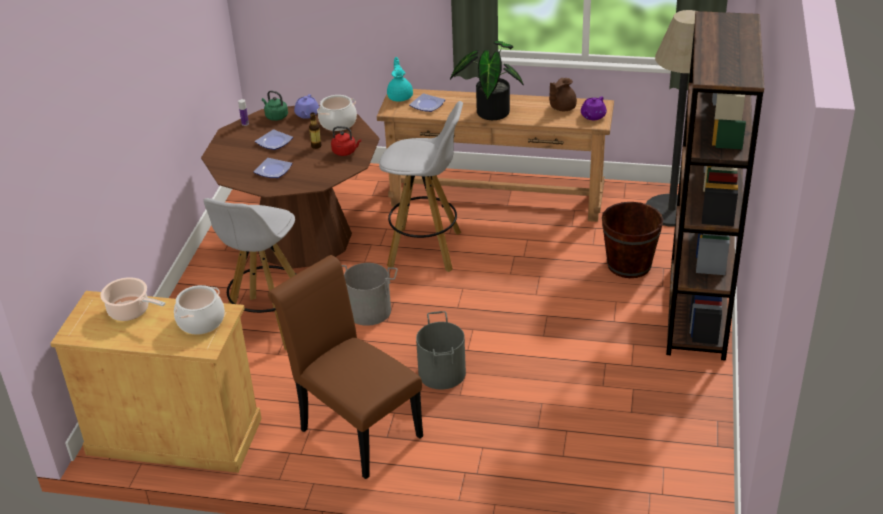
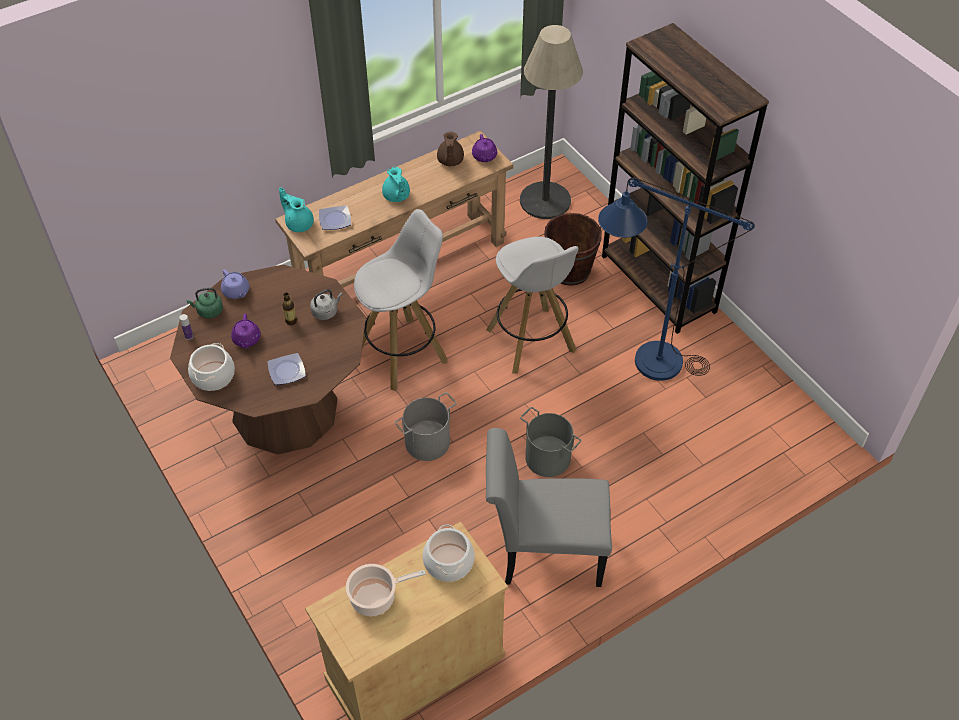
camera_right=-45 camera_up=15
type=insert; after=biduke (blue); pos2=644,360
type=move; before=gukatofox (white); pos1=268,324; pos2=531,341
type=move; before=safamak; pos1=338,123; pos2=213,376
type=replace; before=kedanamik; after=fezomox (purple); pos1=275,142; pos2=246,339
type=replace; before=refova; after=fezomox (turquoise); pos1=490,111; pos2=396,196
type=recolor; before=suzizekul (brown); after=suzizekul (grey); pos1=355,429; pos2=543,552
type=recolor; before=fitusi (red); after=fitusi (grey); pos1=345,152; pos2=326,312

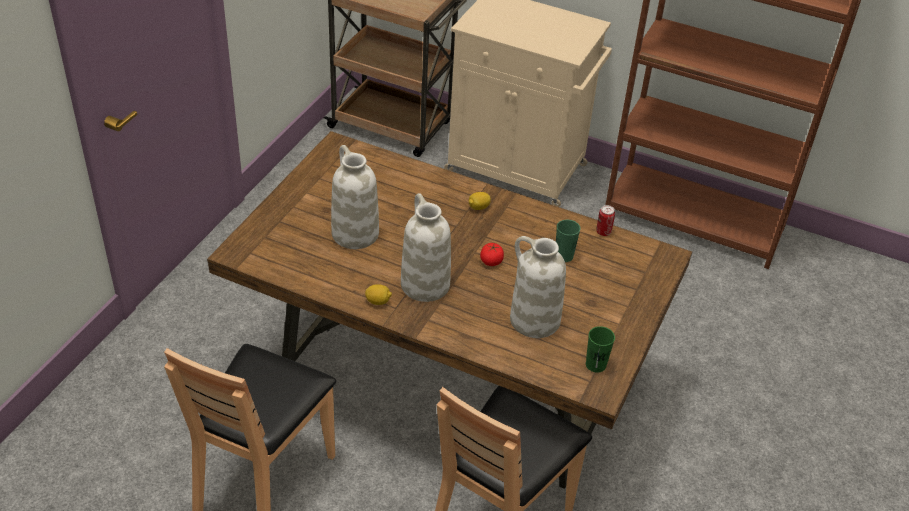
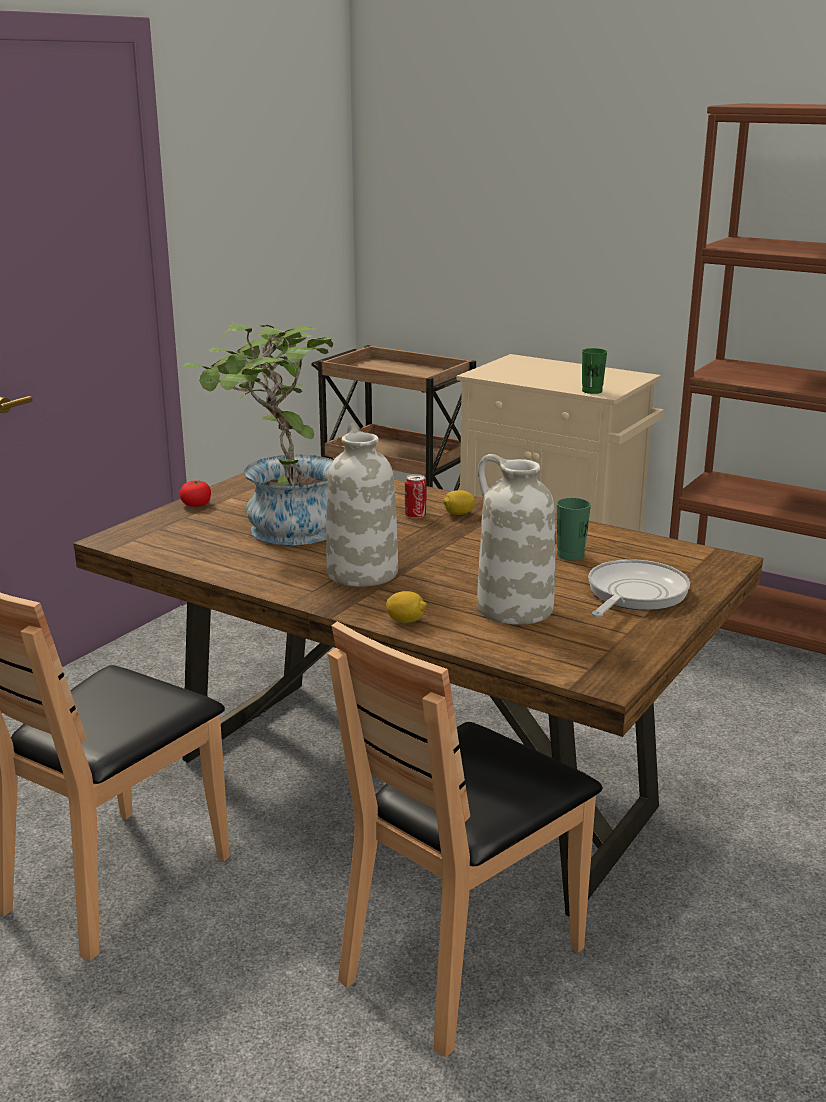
camera_right=10 camera_up=-20
type=insert; after=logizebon; pos2=634,594
type=move; before=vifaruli; pos1=378,301; pos2=406,621
type=move; before=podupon; pos1=491,261; pos2=196,504
type=move; before=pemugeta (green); pos1=595,365; pos2=592,391
type=move; before=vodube; pos1=603,232; pos2=415,515
type=replace; before=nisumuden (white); after=refova; pos1=354,233; pos2=280,529

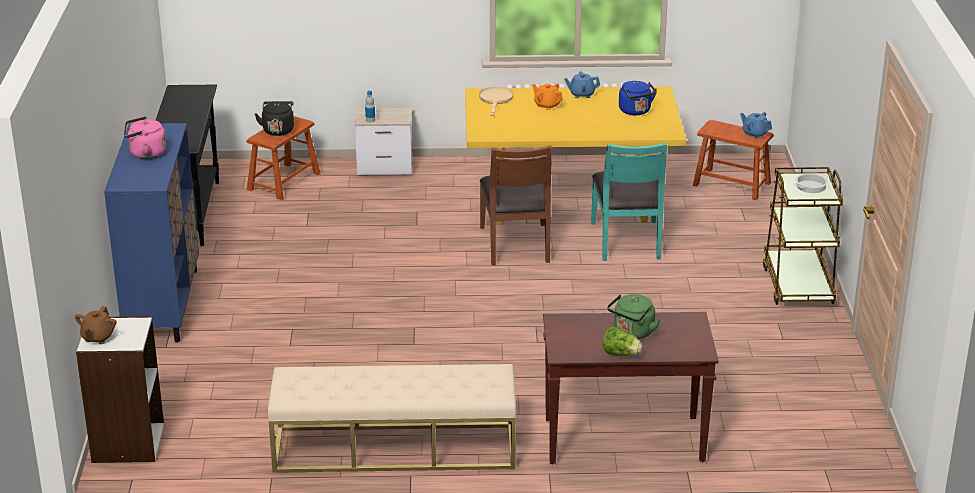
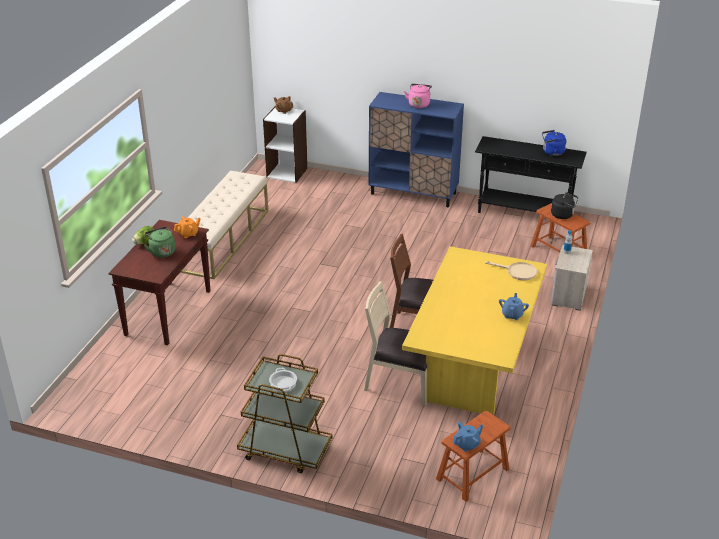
camera_right=110 camera_up=5
type=move; before=fezomox (orange); pos1=547,105; pos2=188,234
type=move; before=fitusi (blue); pos1=636,111; pos2=552,152
type=recolor; before=suzizekul (turquoise); after=suzizekul (beige); pos1=627,240; pos2=400,382

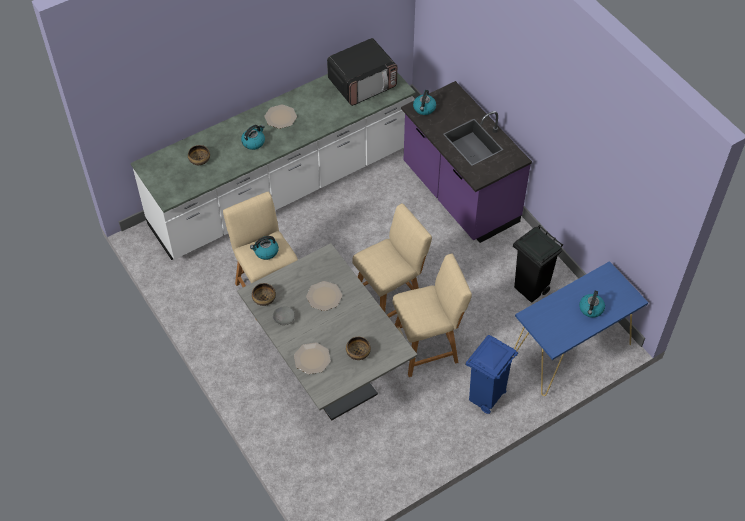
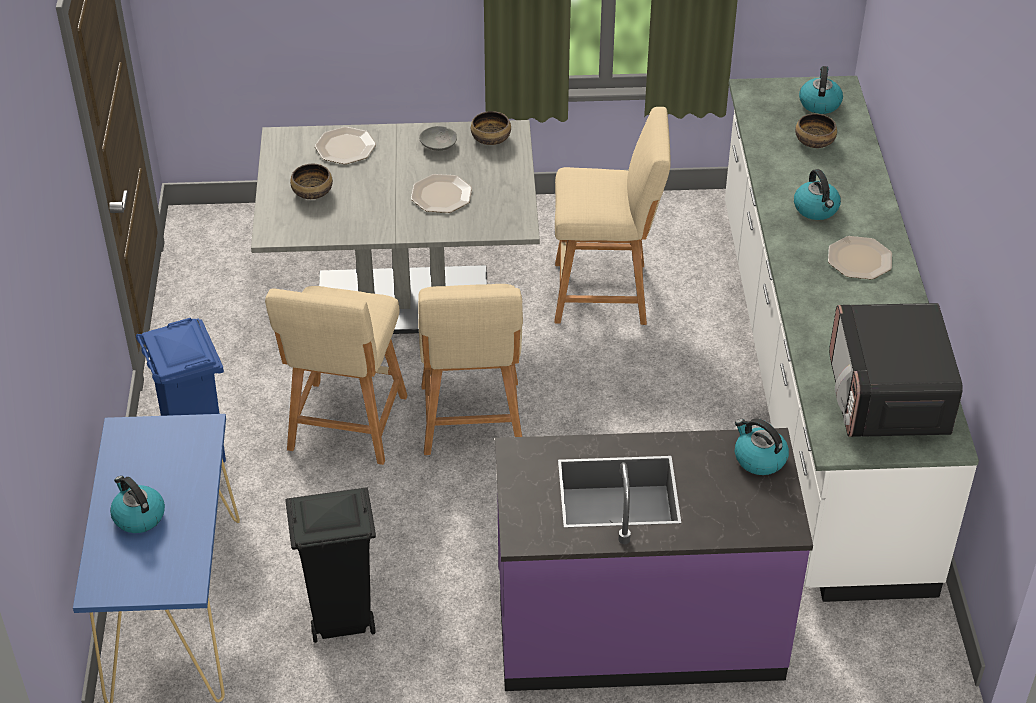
camera_right=120 camera_up=-10
type=move; before=fitusi; pos1=266,252; pos2=819,103

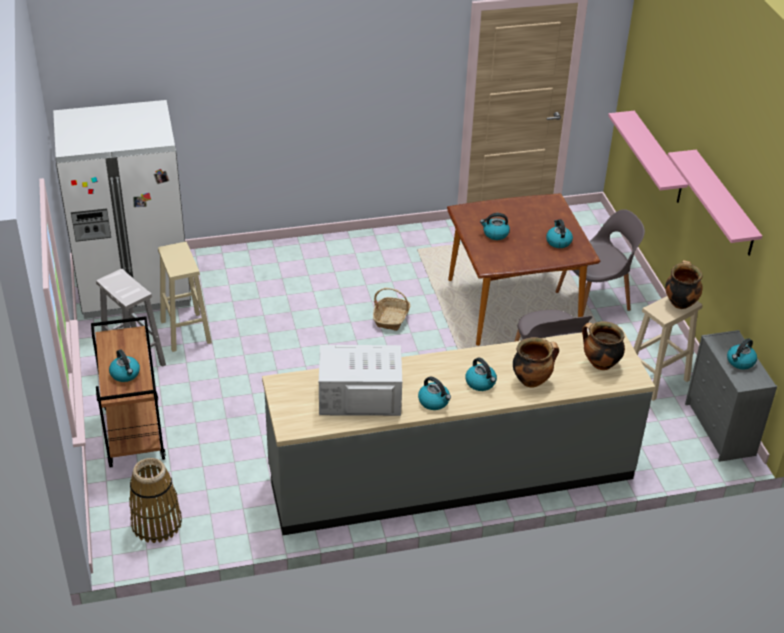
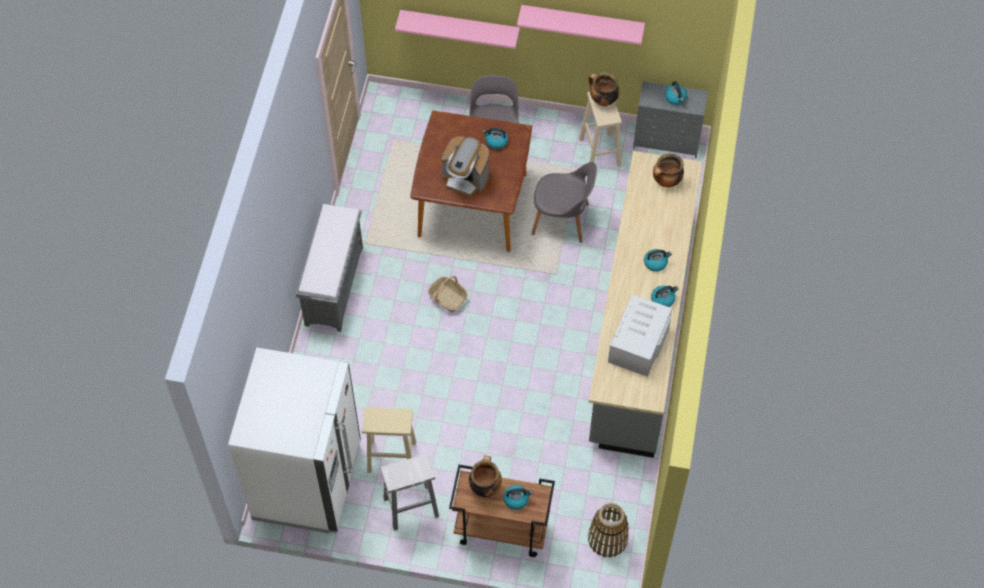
camera_right=-65 camera_up=20
type=insert; after=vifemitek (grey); pos2=334,285
type=move; before=safamak; pos1=532,380; pos2=485,486
type=replace; before=fitusi; after=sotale; pos1=495,234; pos2=465,179

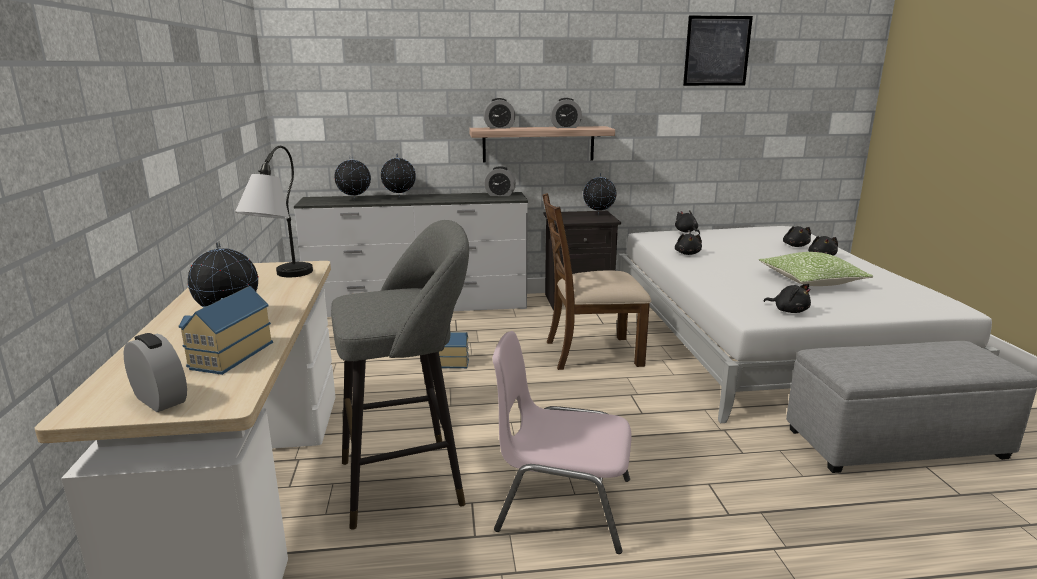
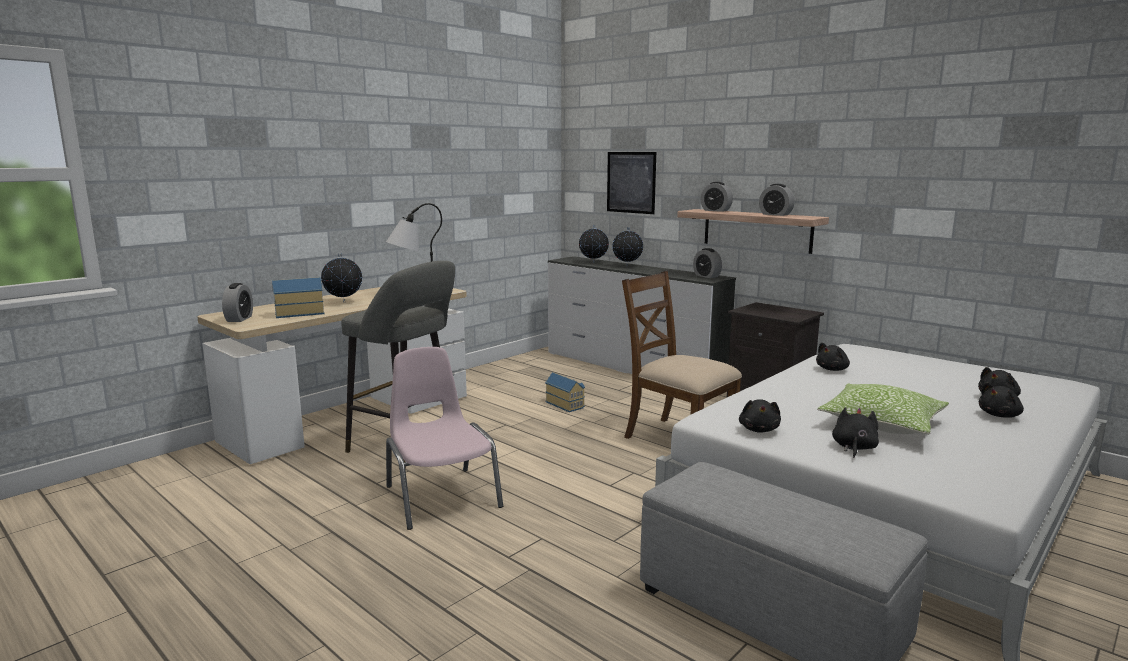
camera_right=50 camera_up=-5
type=delete; before=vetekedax; pos1=598,215
type=move; before=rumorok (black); pos1=686,232; pos2=853,448
type=move; before=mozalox; pos1=717,51; pos2=631,182

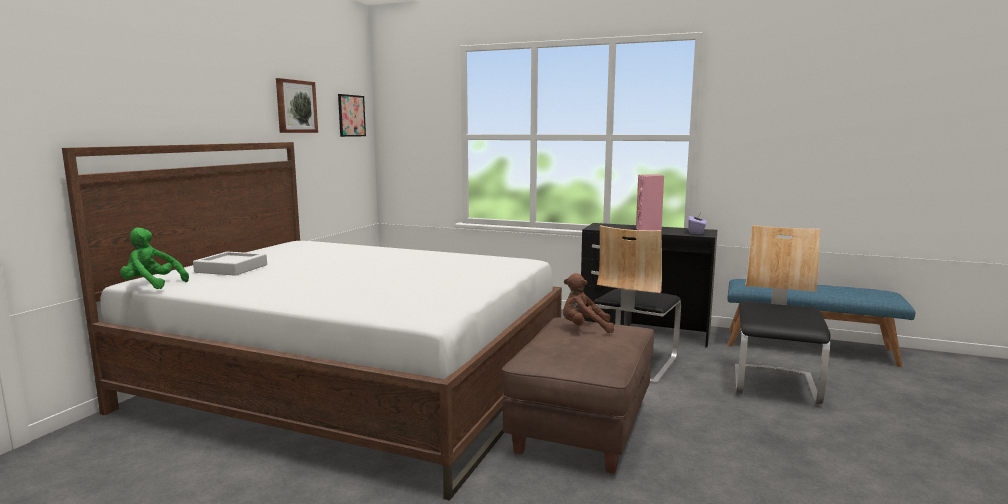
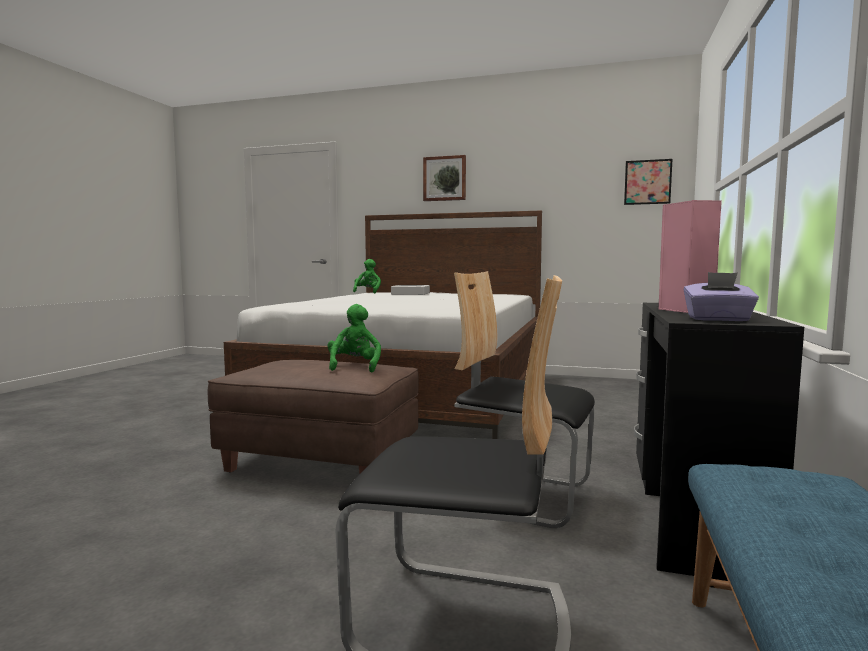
camera_right=85 camera_up=-5
type=move; before=mozalox; pos1=295,106; pos2=444,178
type=recolor; before=rumorok (brown); after=rumorok (green); pos1=584,328; pos2=354,367

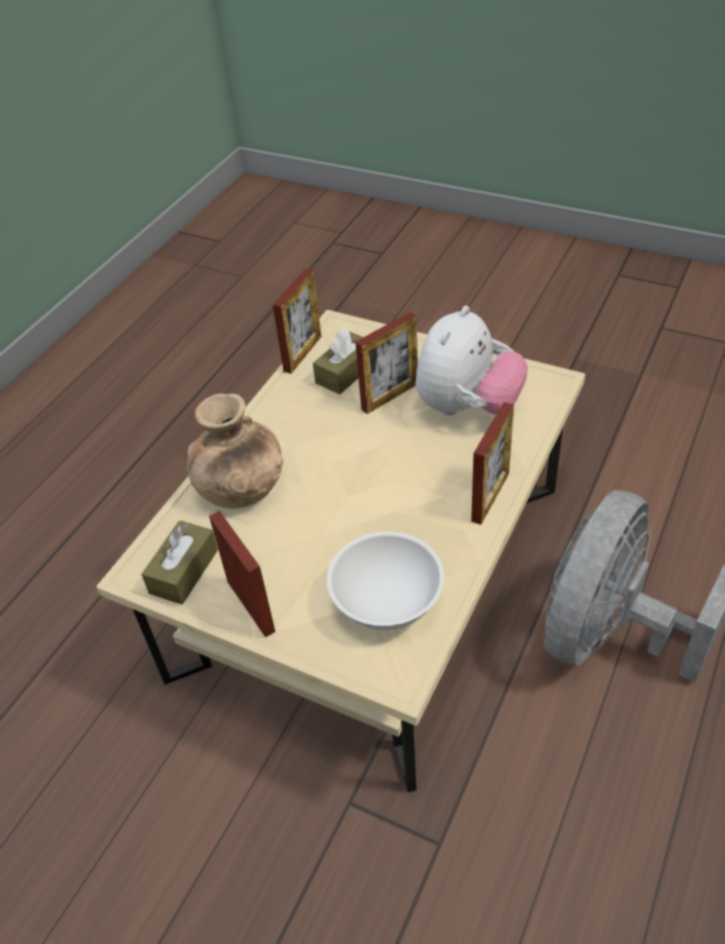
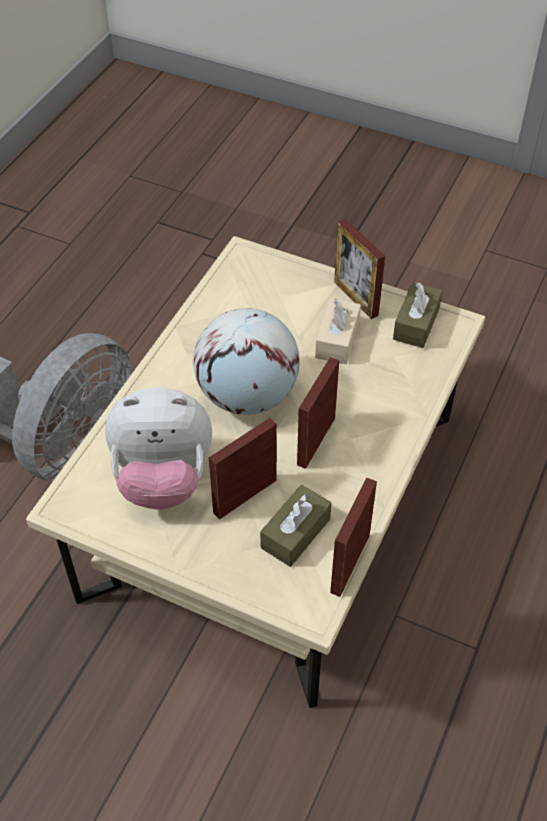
camera_right=175 camera_up=5
type=delete; before=nisumuden (brown); pos1=241,489
type=delete; before=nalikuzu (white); pos1=387,601
type=insert; after=vetekedax; pos2=247,395
type=insert; after=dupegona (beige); pos2=337,340
type=move; before=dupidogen; pos1=490,497; pos2=316,441
type=rotate; before=rumorok; pos1=467,407; pos2=163,479; turn=-120

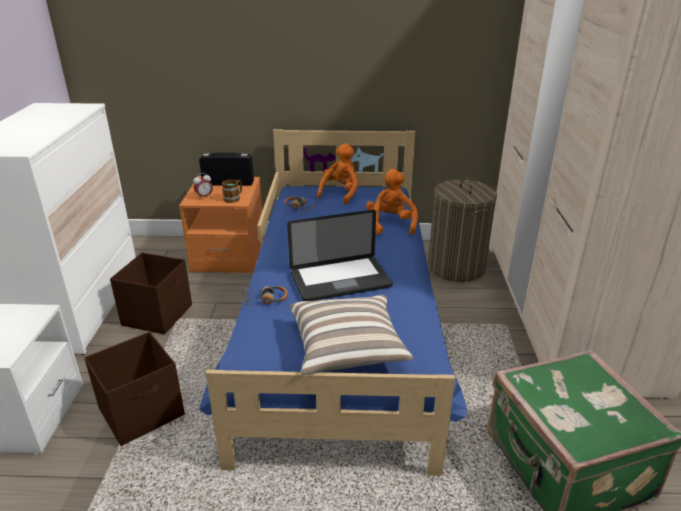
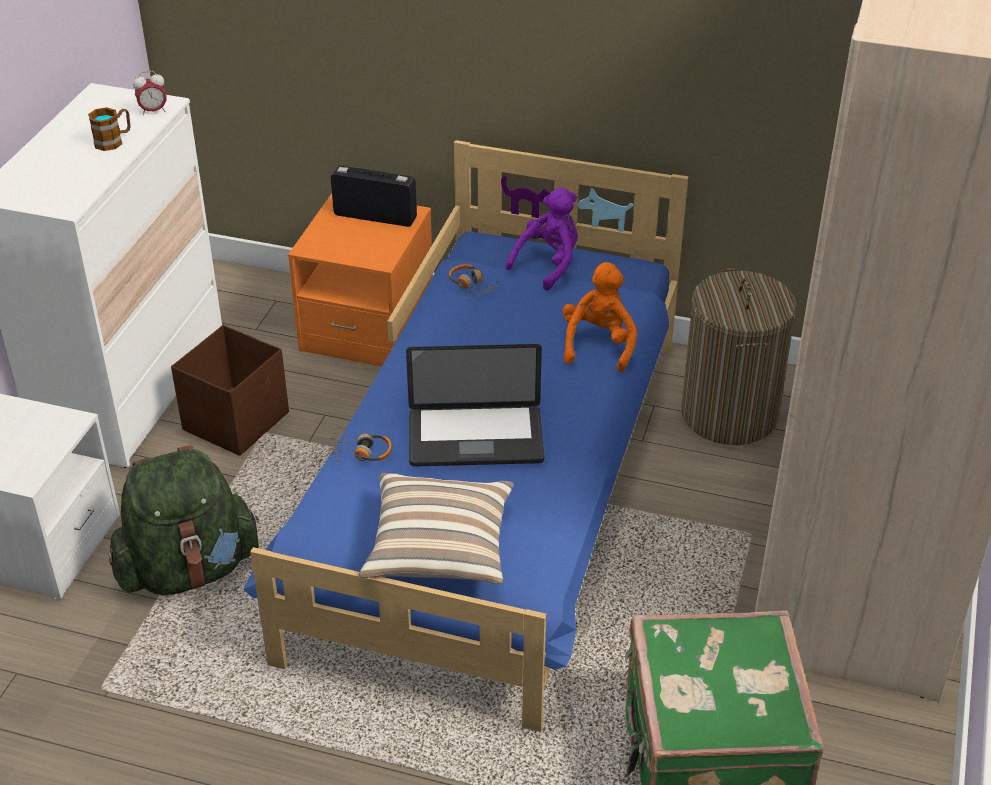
camera_right=15 camera_up=10
type=move; before=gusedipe; pos1=204,197; pos2=153,111
type=move; before=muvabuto; pos1=234,198; pos2=114,141
type=replace; before=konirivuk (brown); after=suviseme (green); pos1=143,412; pos2=189,569
type=recolor; before=rumorok (orange); after=rumorok (purple); pos1=340,193; pos2=548,264

